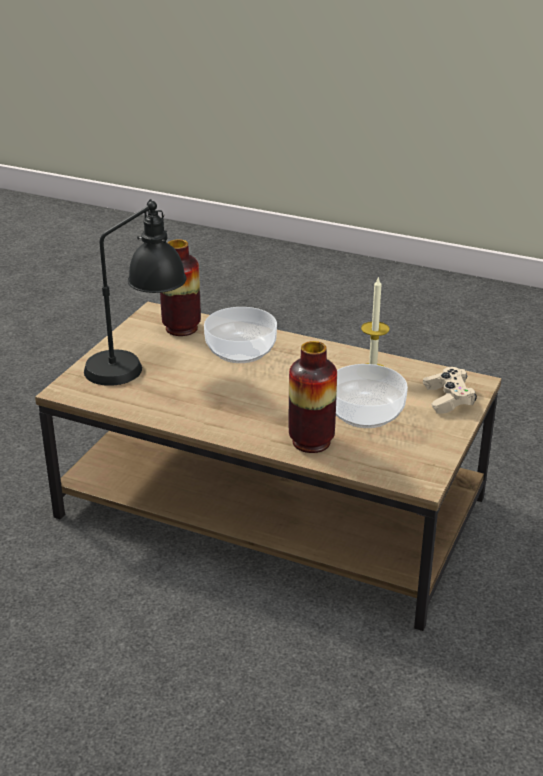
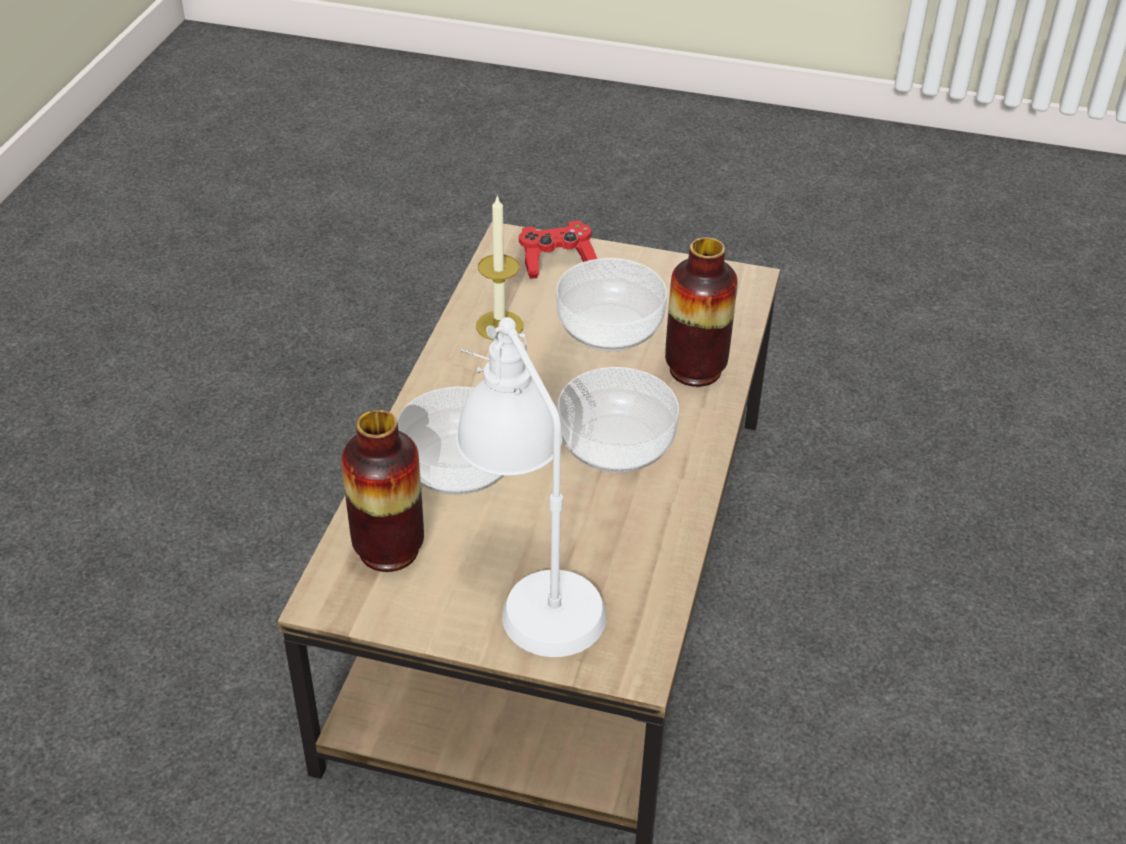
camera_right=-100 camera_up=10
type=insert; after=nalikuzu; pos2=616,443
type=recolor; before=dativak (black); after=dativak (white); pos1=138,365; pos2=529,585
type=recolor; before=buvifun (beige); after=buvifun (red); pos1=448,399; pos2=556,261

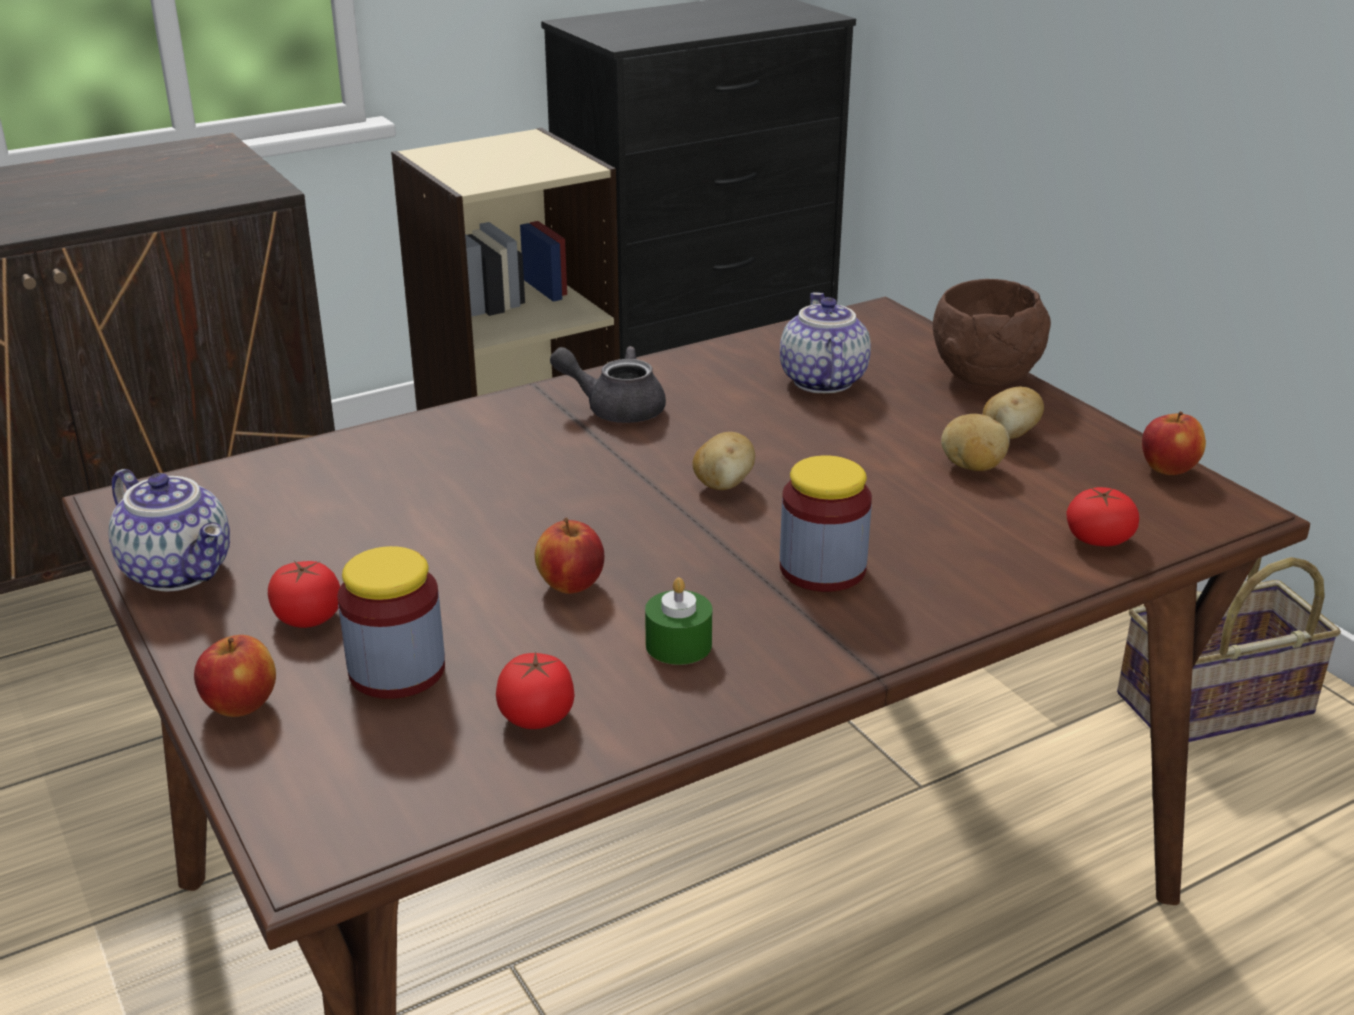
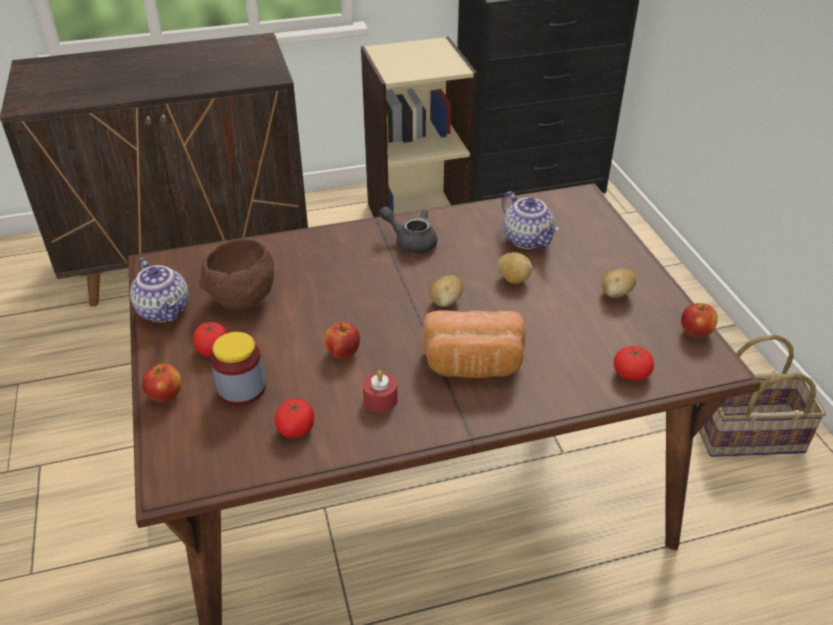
camera_right=15 camera_up=10
type=move; before=nalikuzu (brown); pos1=985,376; pos2=243,298
type=move; before=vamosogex; pos1=972,467; pos2=513,279
type=replace; before=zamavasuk; after=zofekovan; pos1=822,569; pos2=473,366
type=recolor; before=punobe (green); after=punobe (red); pos1=678,645; pos2=380,400
type=rotate; before=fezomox; pos1=820,381; pos2=528,239; turn=135

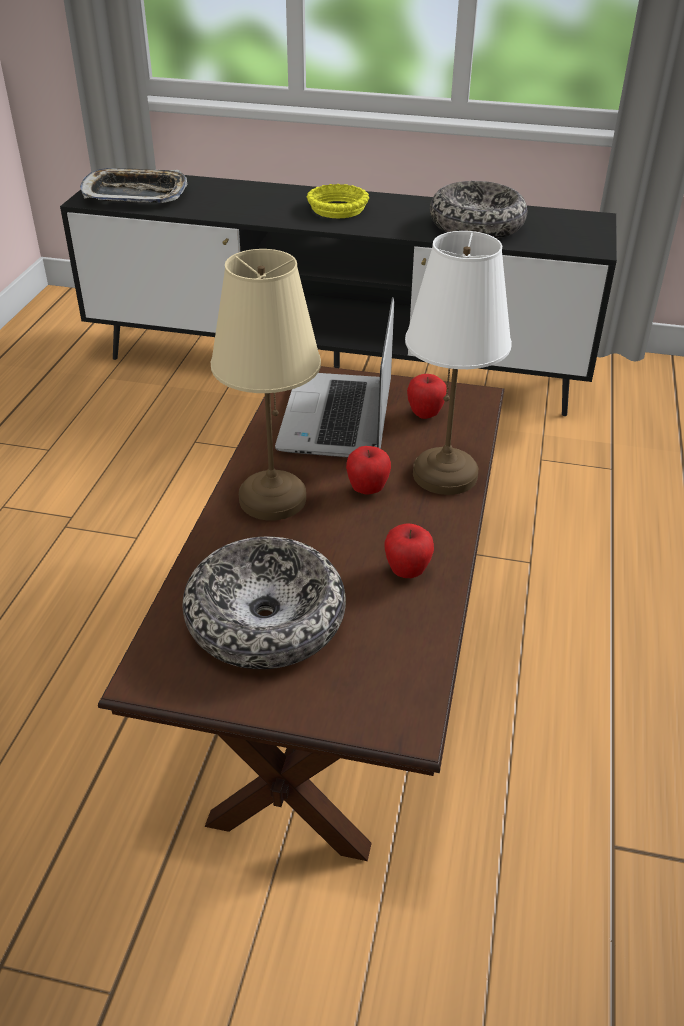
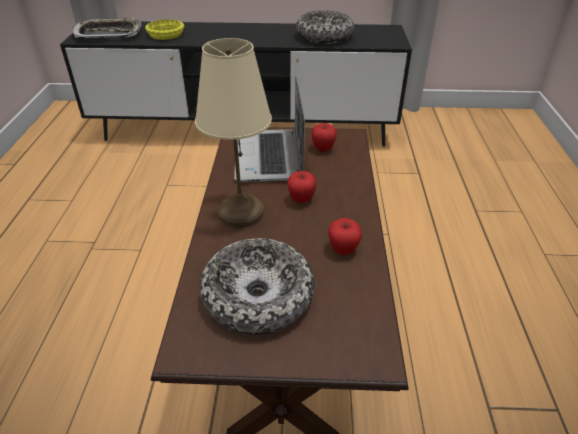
camera_right=-10 camera_up=0
type=delete; before=dativak (white); pos1=444,473
type=move; before=nalikuzu (yellow); pos1=337,208; pos2=165,34

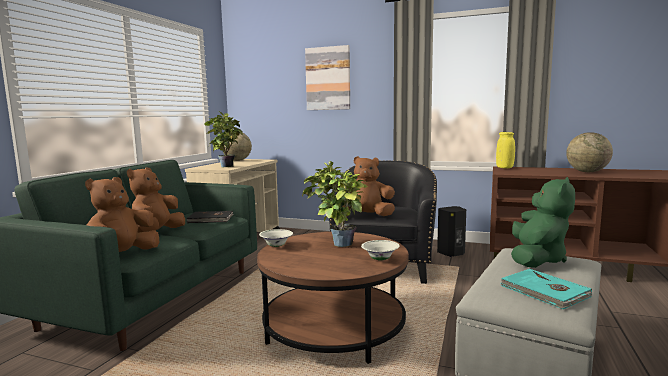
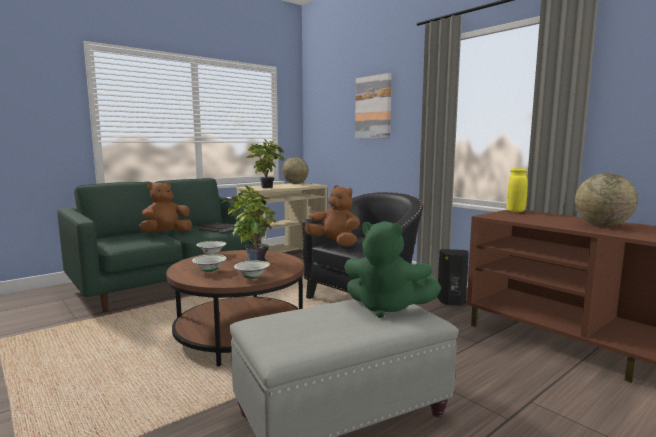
camera_right=30 camera_up=0
type=delete; before=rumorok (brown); pos1=122,256
type=delete; before=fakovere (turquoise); pos1=544,292
type=insert; after=nalikuzu (white); pos2=210,271
type=rotate; before=rumorok (green); pos1=537,259; pos2=386,308; turn=60

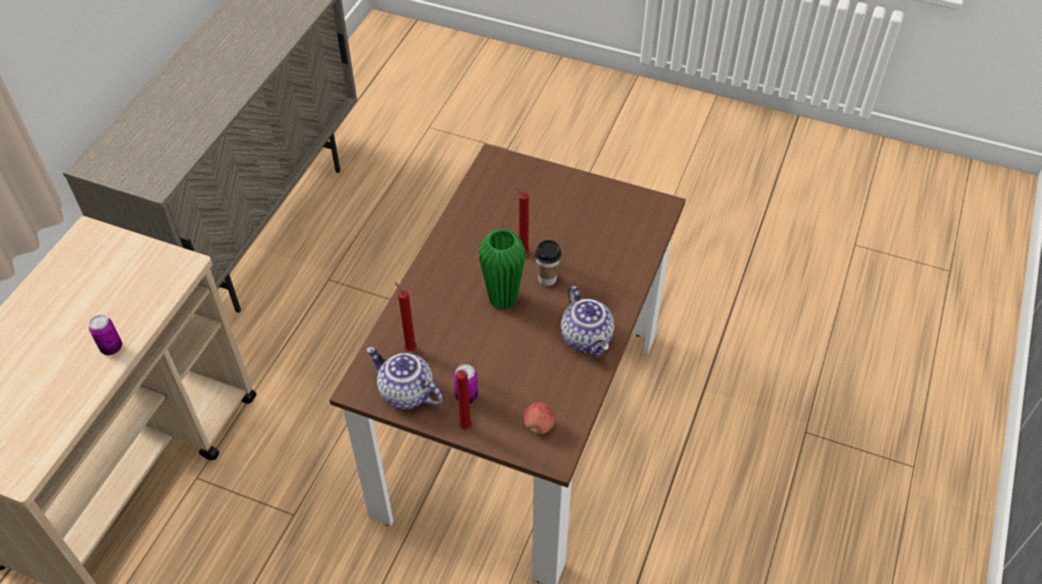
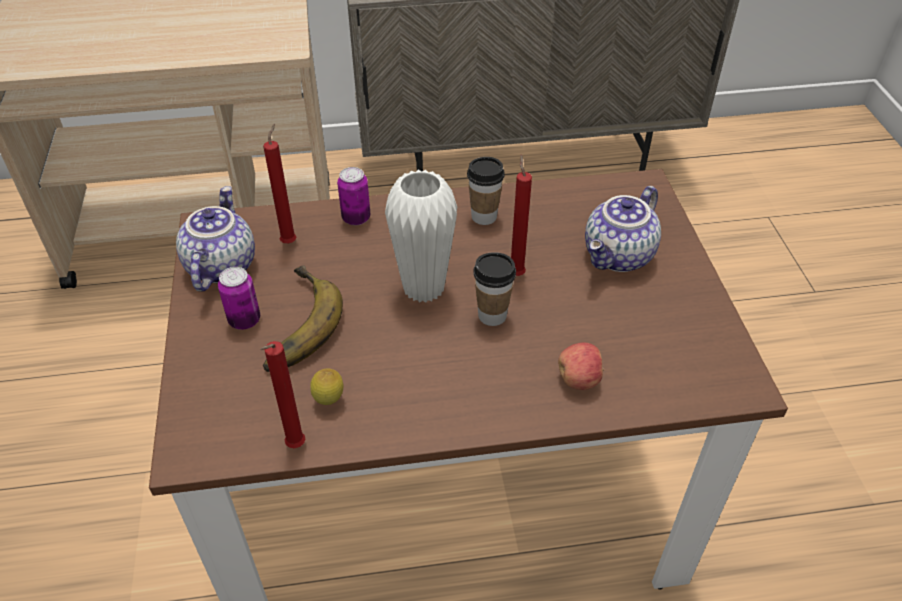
camera_right=60 camera_up=-5
type=insert; after=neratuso; pos2=292,325
type=insert; after=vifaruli; pos2=329,401
type=insert; after=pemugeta; pos2=484,216
type=move; before=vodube; pos1=111,348; pos2=356,218
type=move; before=punobe (red); pos1=466,428; pos2=294,447
type=move; before=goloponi; pos1=539,425; pos2=579,379
type=move; before=fezomox; pos1=588,338; pos2=619,257
type=recolor; before=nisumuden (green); after=nisumuden (white); pos1=503,299; pos2=423,288

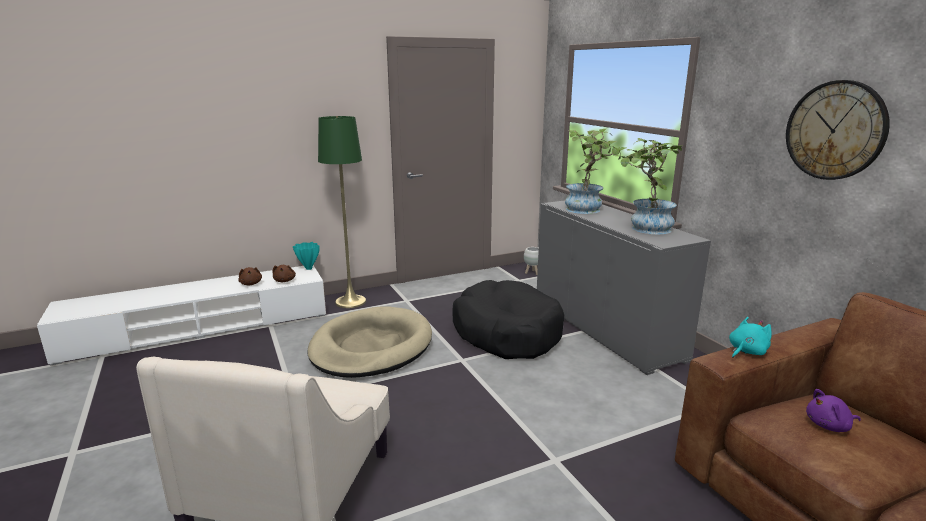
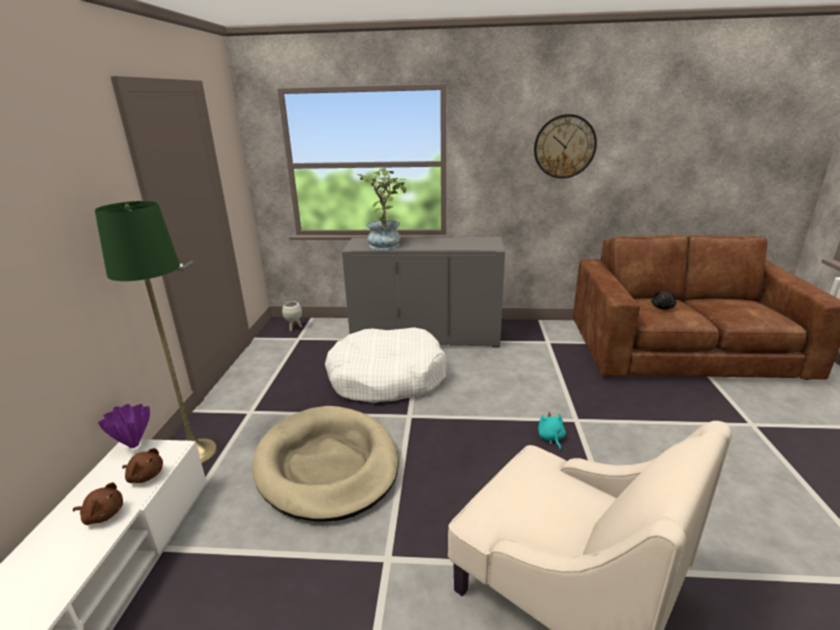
camera_right=-60 camera_up=5
type=delete; before=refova; pos1=644,228
type=move; before=rumorok (turquoise); pos1=746,351; pos2=551,438
type=recolor; before=nisumuden (turquoise); after=nisumuden (purple); pos1=308,268; pos2=133,445
type=recolor; before=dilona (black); after=dilona (white); pos1=506,333; pos2=386,378
type=recolor; before=rumorok (purple); after=rumorok (black); pos1=829,426; pos2=662,307

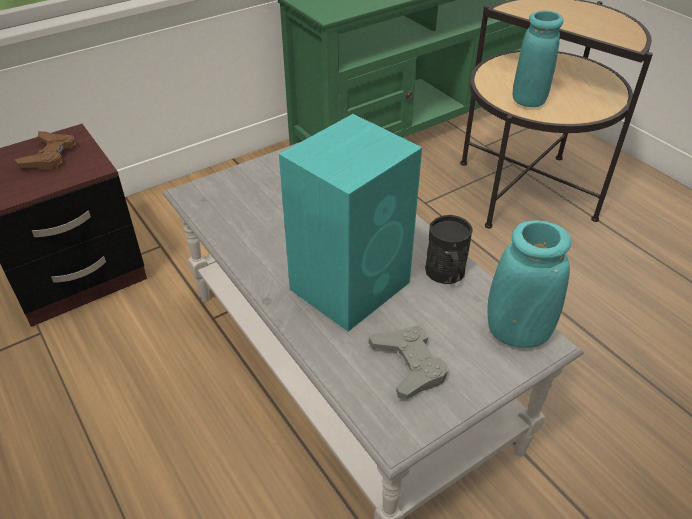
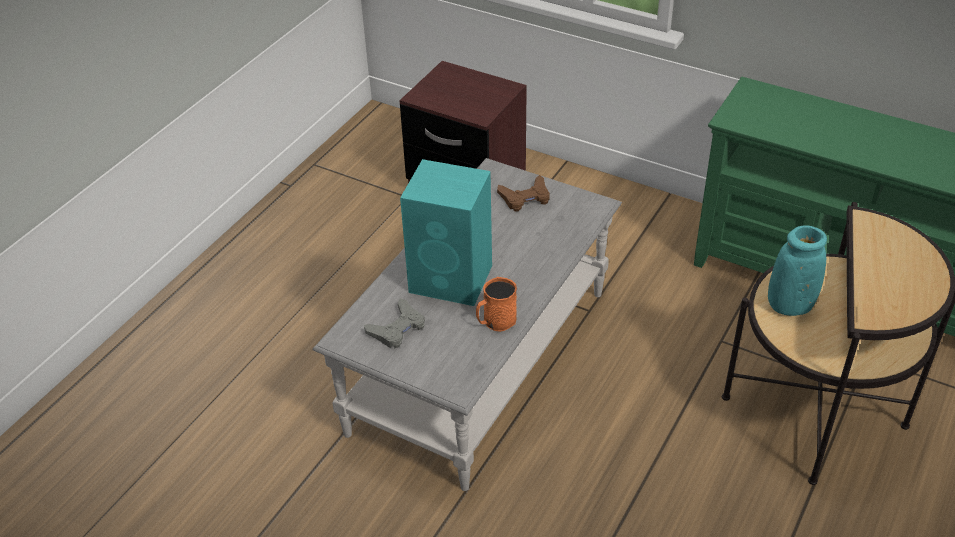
camera_right=65 camera_up=0
type=delete; before=nisumuden (turquoise); pos1=516,332
type=move; before=buvifun (brown); pos1=50,156; pos2=525,198
type=recolor; before=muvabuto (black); after=muvabuto (orange); pos1=446,274; pos2=495,322

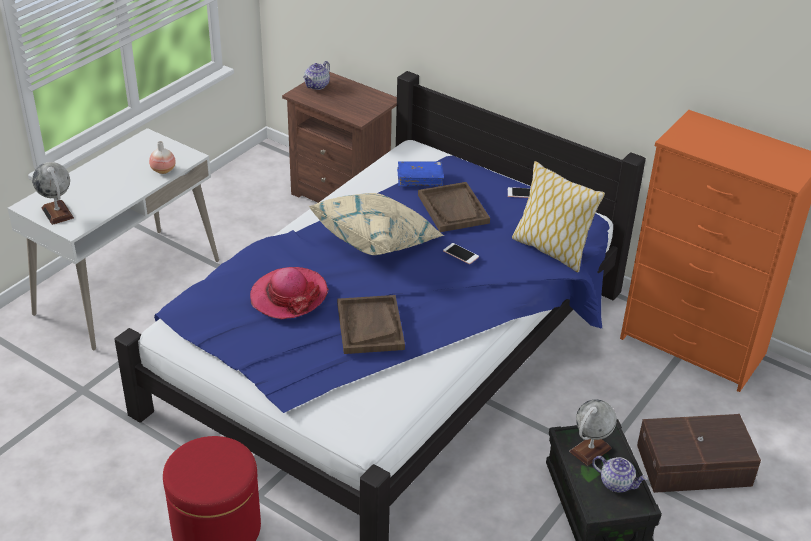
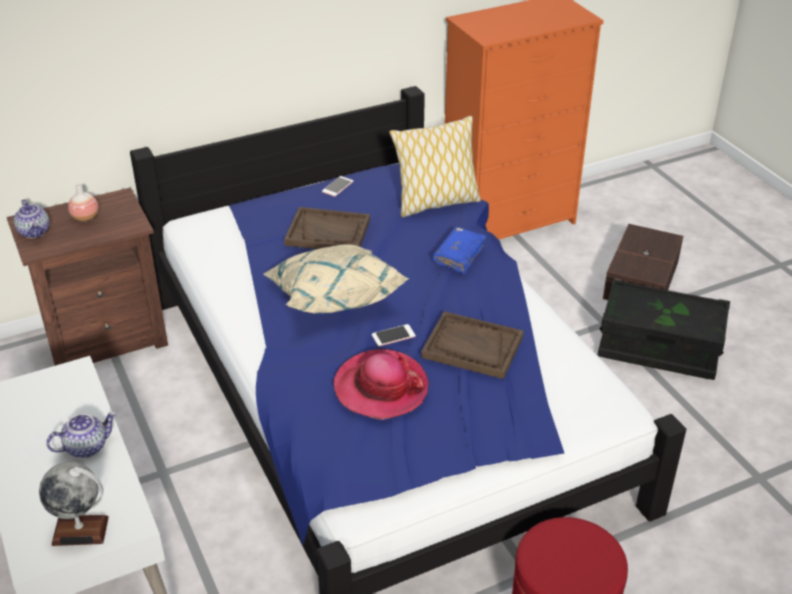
camera_right=-60 camera_up=0
type=delete; before=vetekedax; pos1=590,450
type=move; before=nisumuden; pos1=163,170; pos2=85,217
type=move; before=fakovere (blue); pos1=420,178; pos2=459,256
type=move; before=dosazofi; pos1=460,254; pos2=393,336
type=move; before=fezomox; pos1=617,483; pos2=86,446

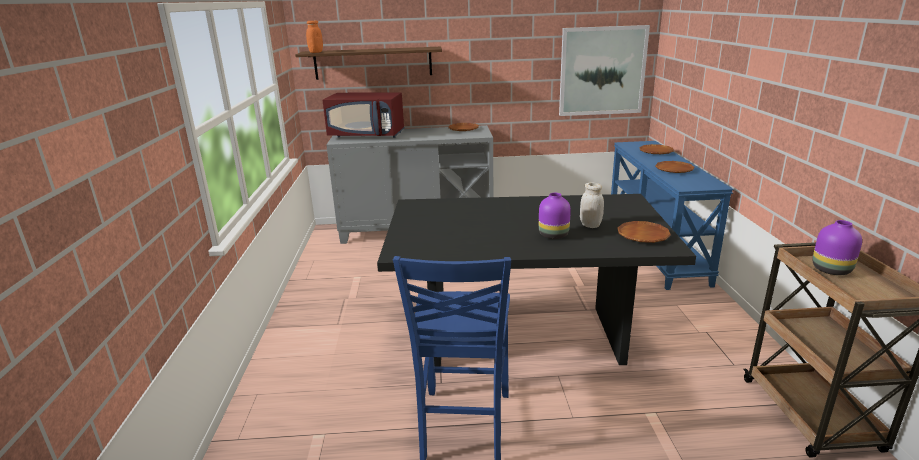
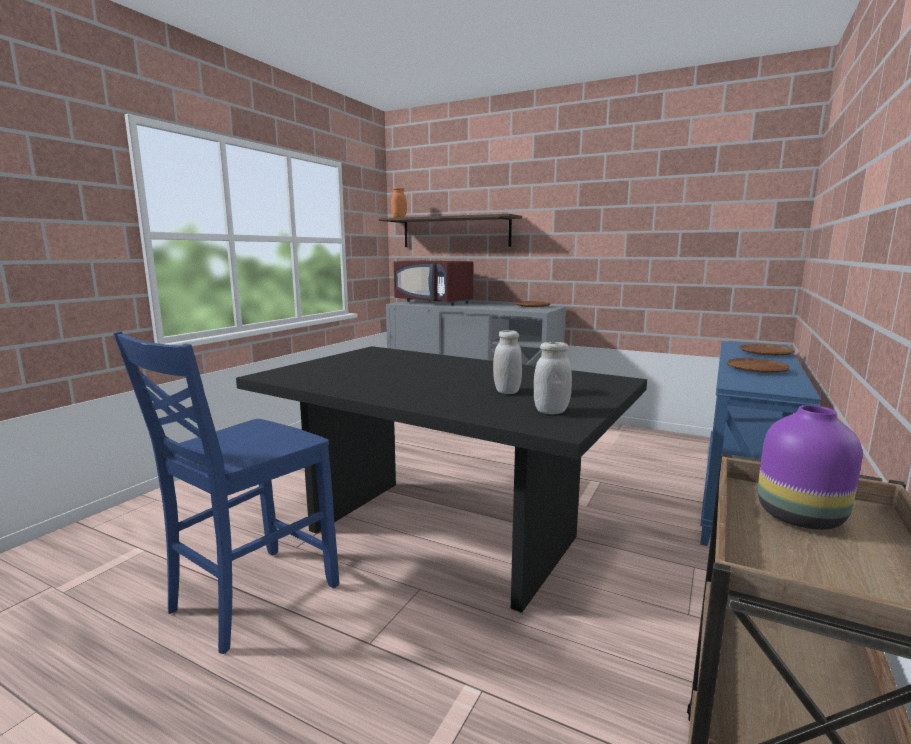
camera_right=30 camera_up=-10
type=delete; before=nisumuden (purple); pos1=552,235
type=delete; before=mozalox; pos1=602,71
type=replace; before=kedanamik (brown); after=zamavasuk (white); pos1=643,235; pos2=551,411

